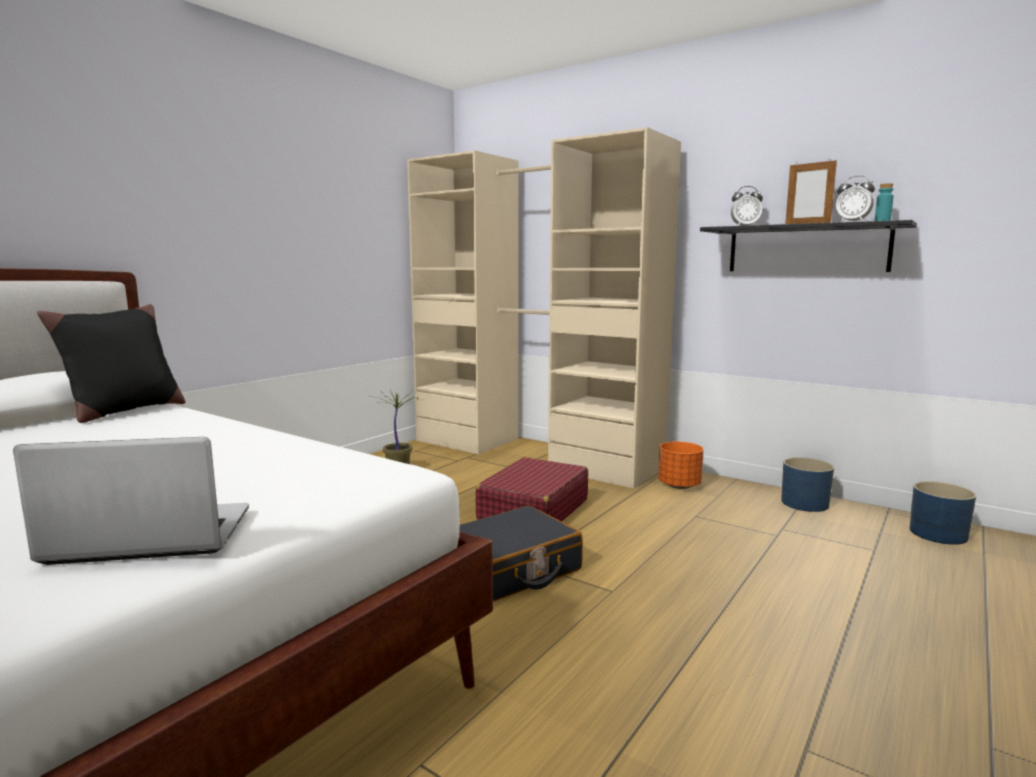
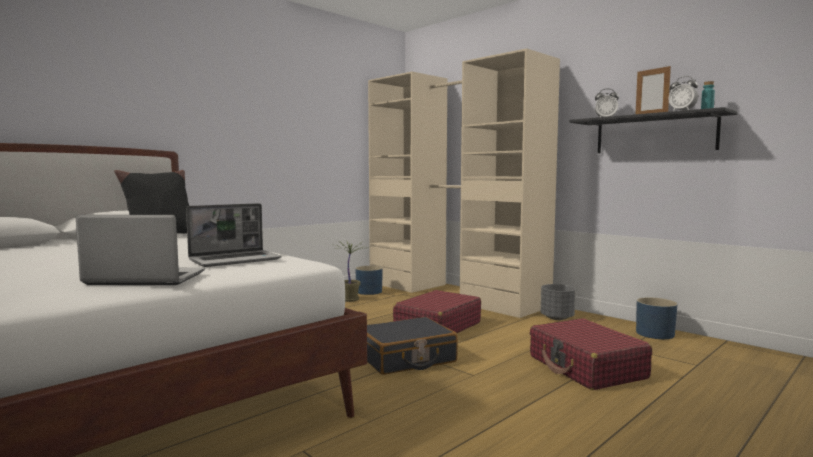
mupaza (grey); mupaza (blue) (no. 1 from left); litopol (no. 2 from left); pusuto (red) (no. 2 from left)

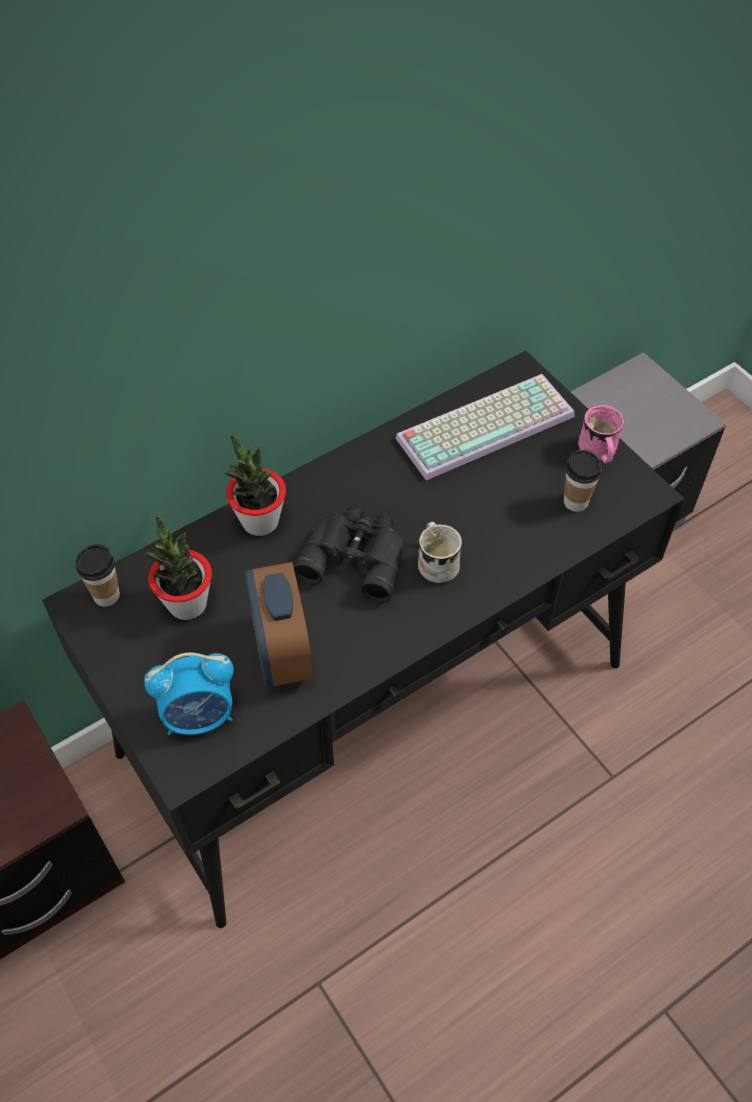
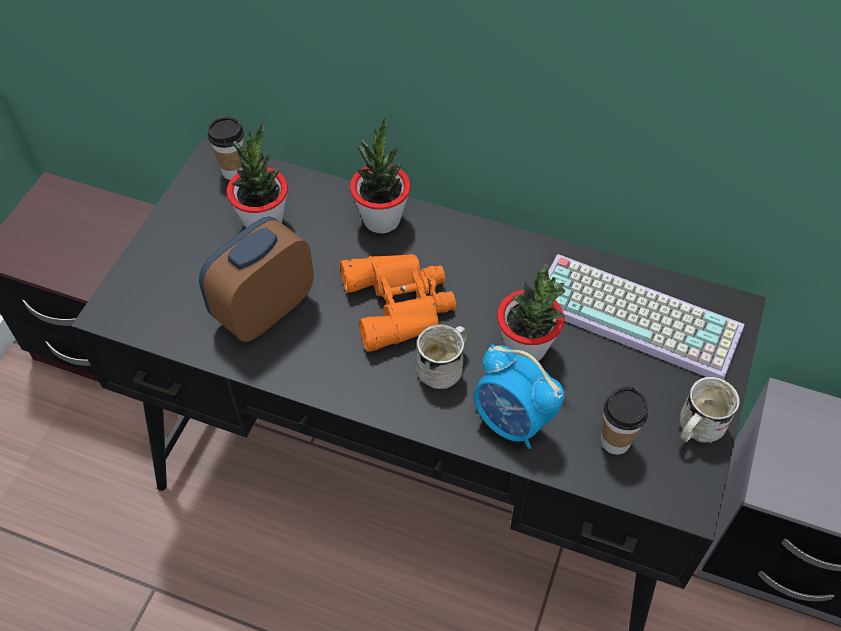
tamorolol (no. 2 from left); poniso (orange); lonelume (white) (no. 2 from left); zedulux (no. 3 from left)

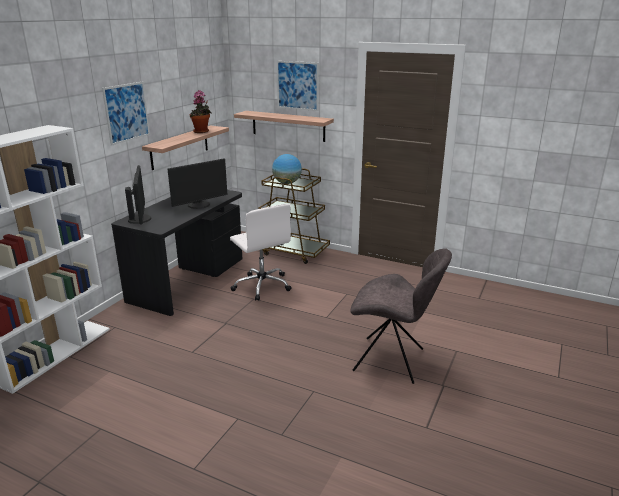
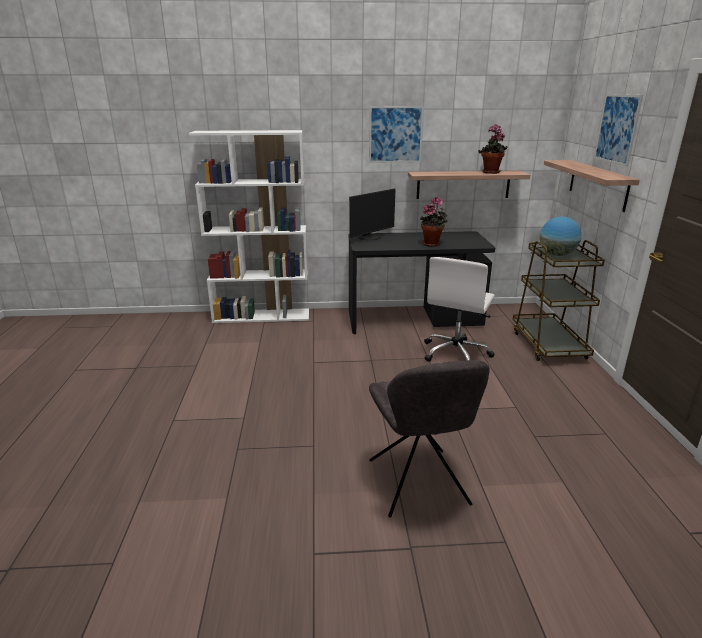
zedulux (no. 1 from left)

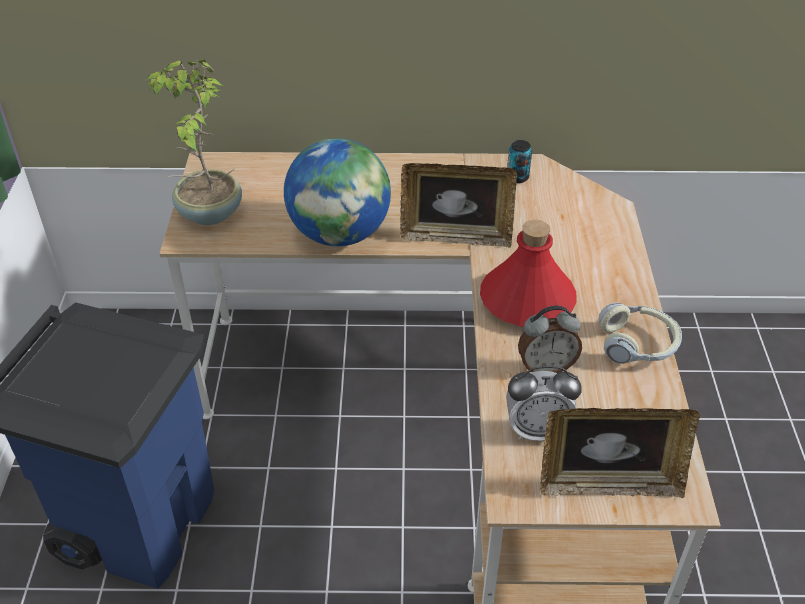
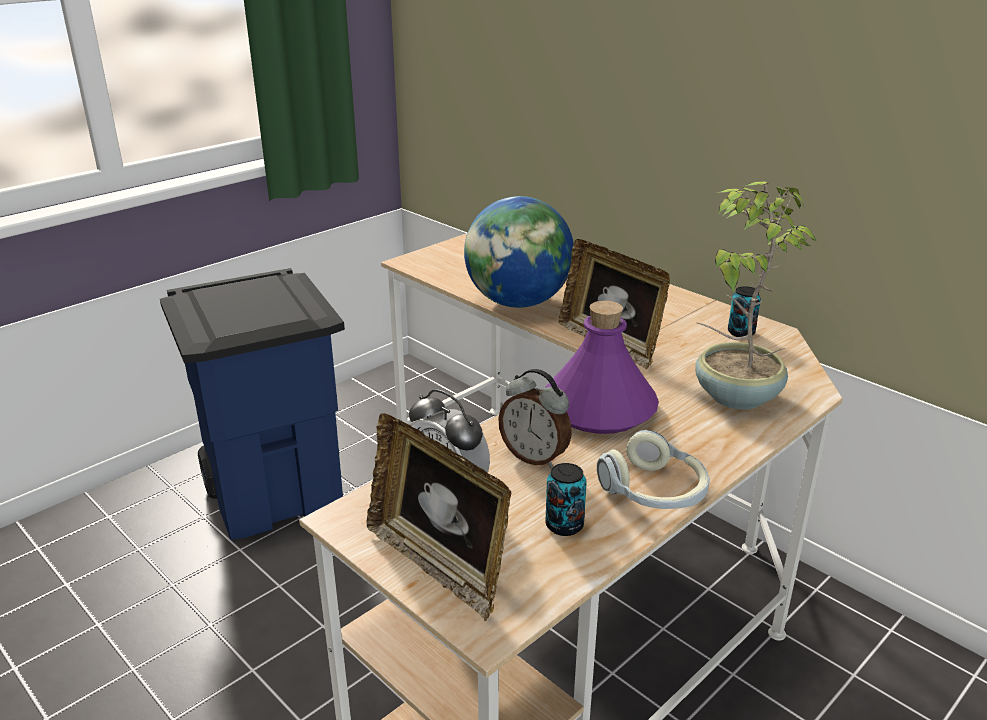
zedulux; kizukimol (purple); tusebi (no. 1 from left)

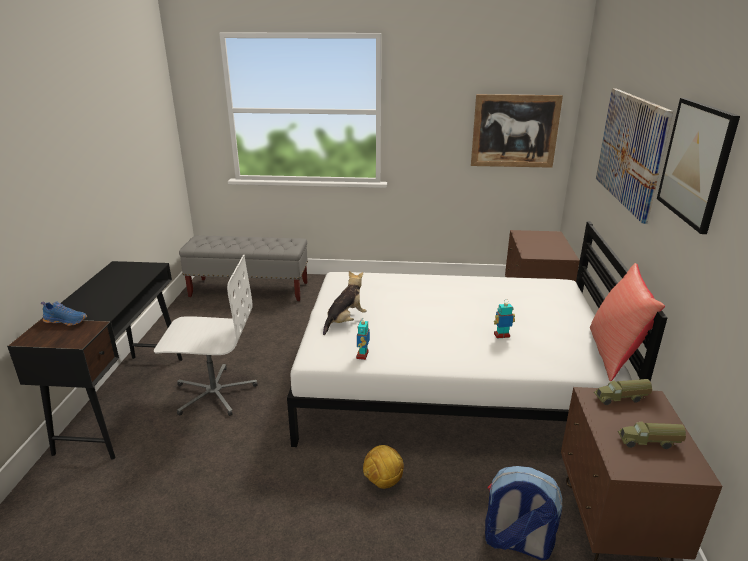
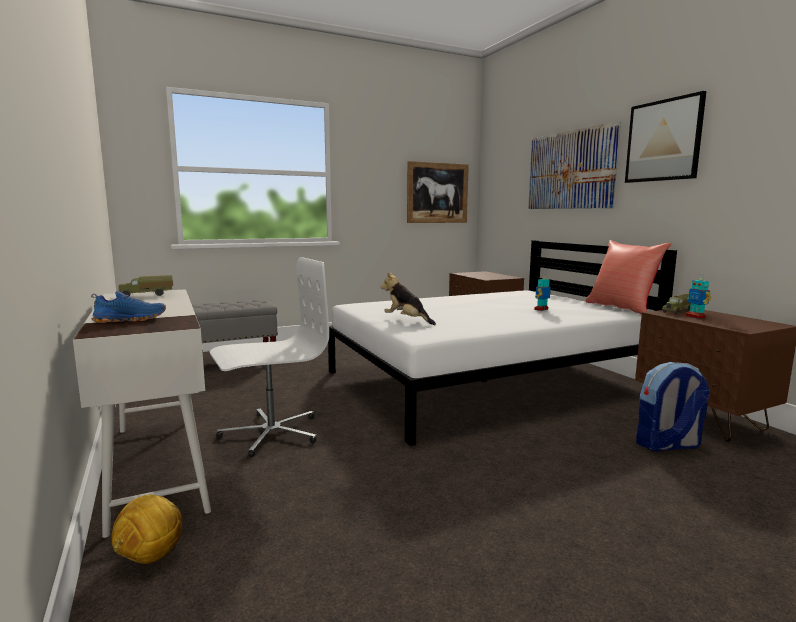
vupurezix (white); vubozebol; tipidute (no. 2 from left); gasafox; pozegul (no. 1 from left)

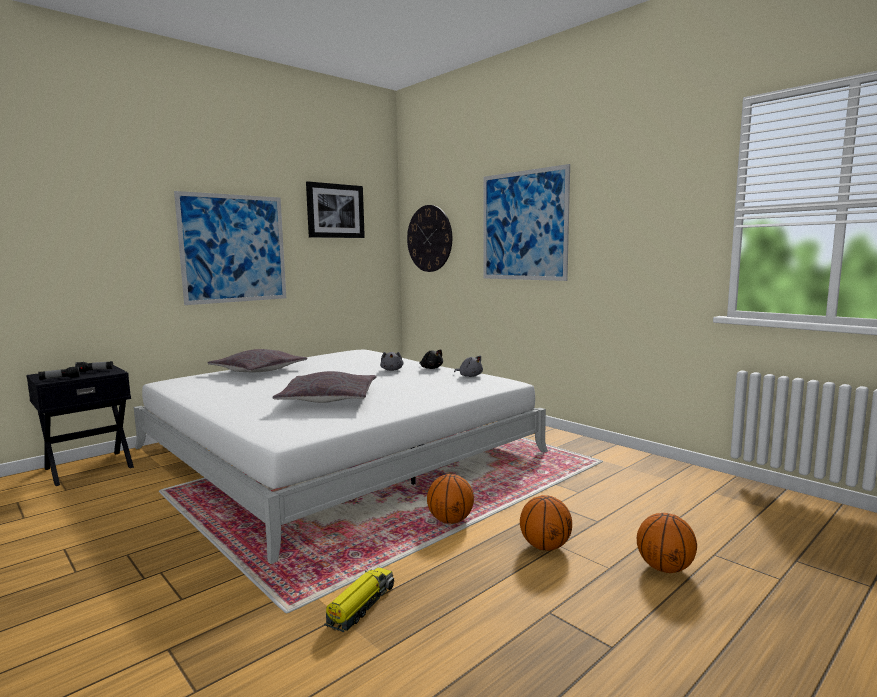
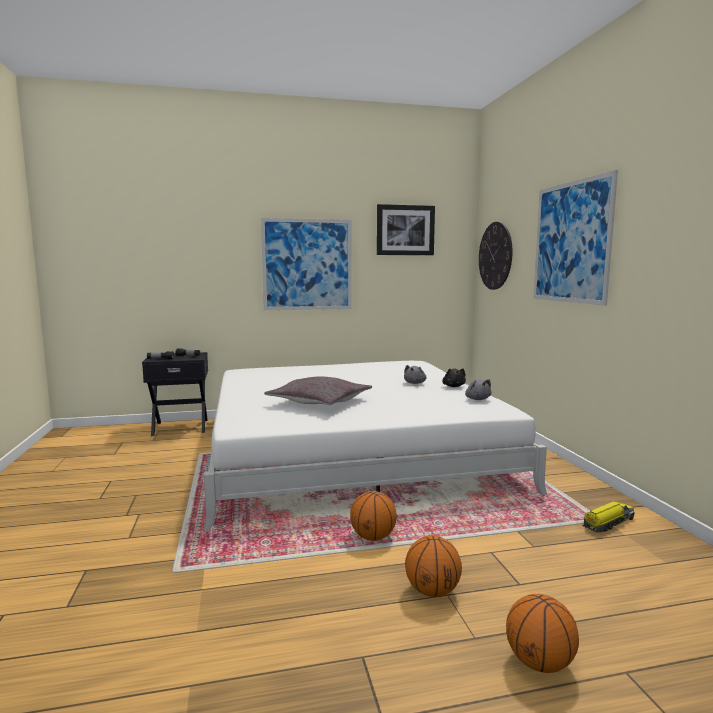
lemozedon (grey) (no. 1 from left in the first image); pozegul

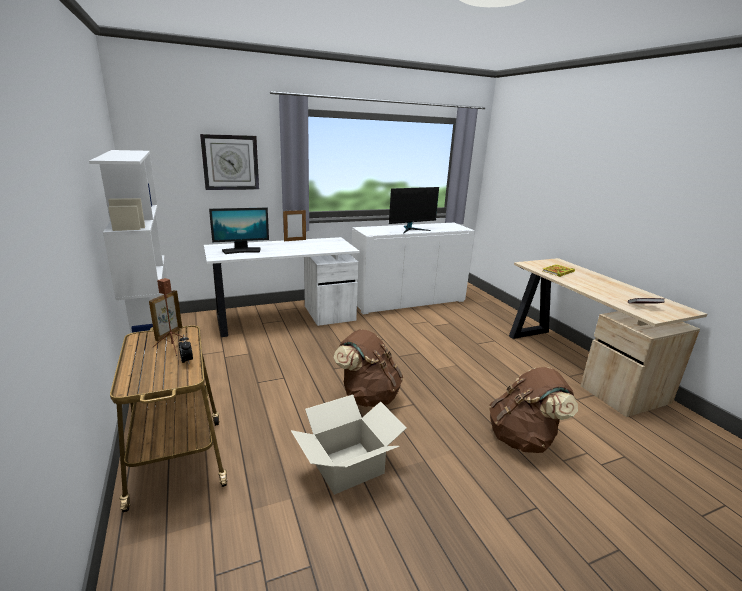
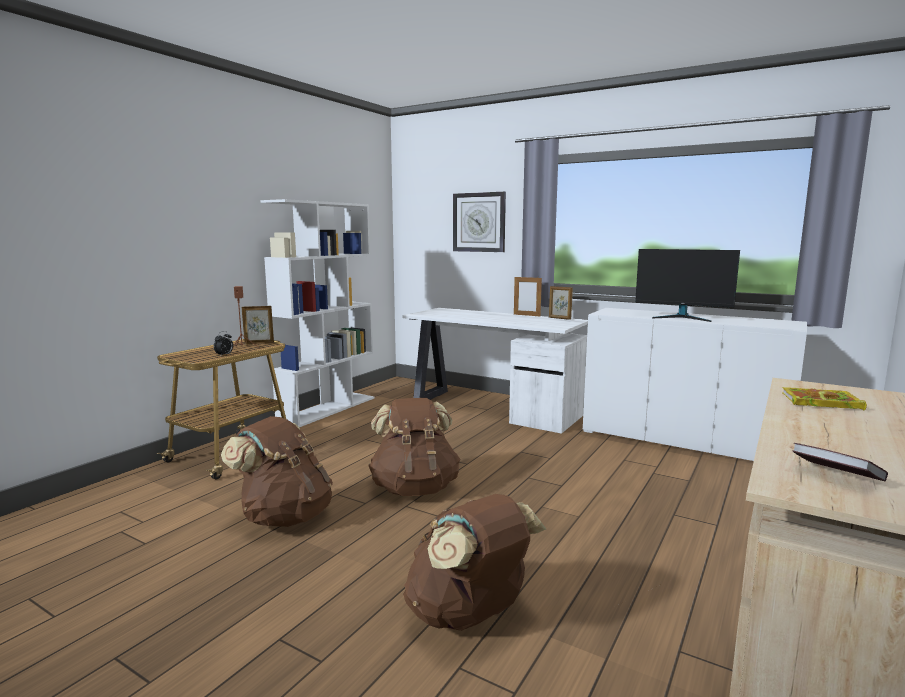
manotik (no. 1 from left in the first image); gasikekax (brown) (no. 1 from left); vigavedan (no. 3 from left)

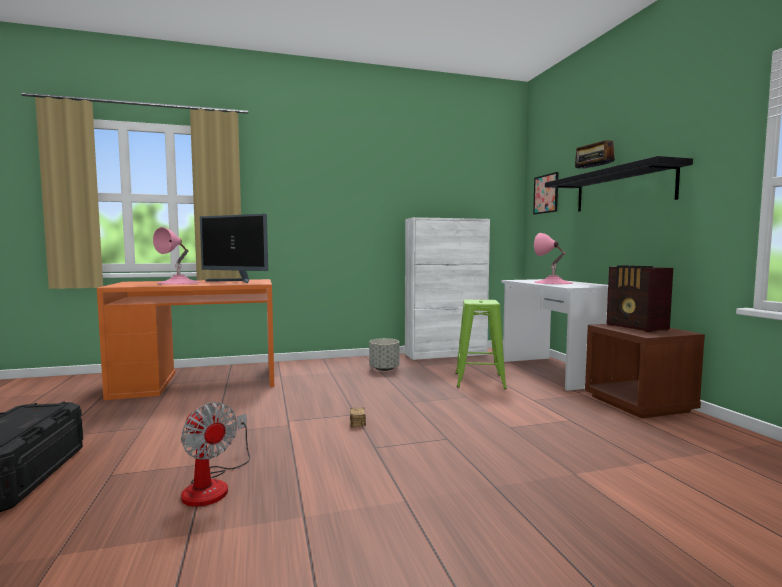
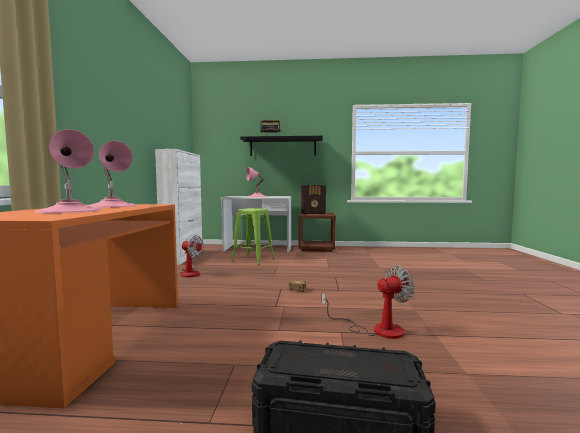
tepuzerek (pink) (no. 2 from left); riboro (no. 1 from left); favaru

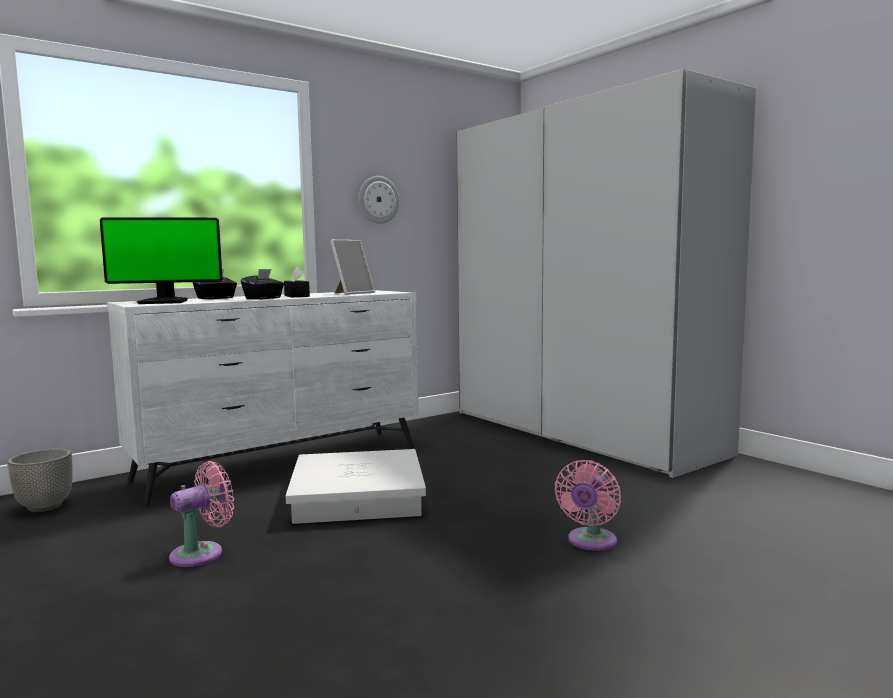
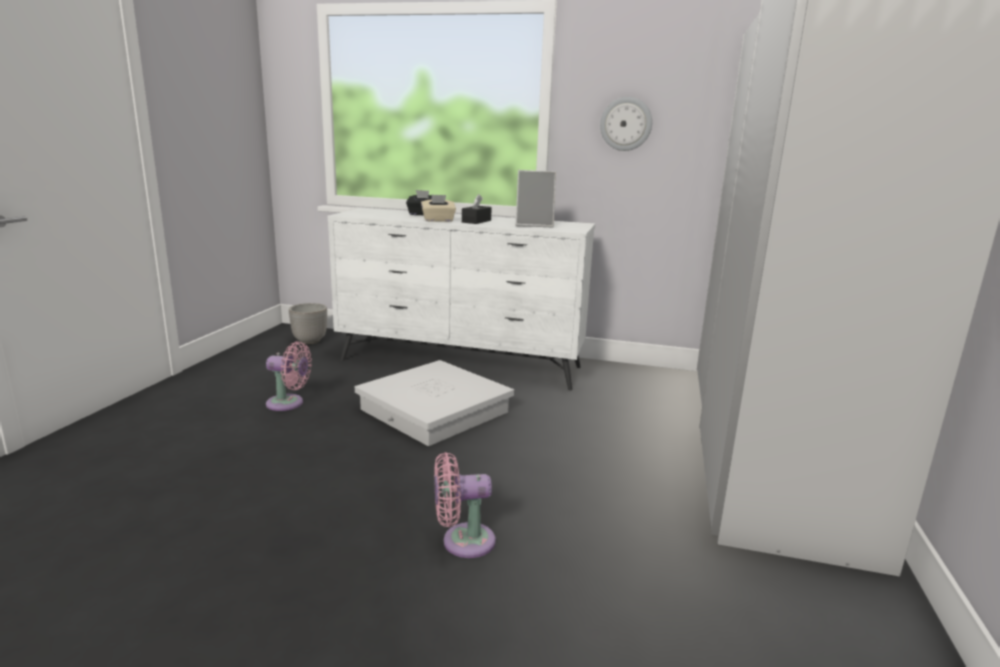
manotik; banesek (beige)

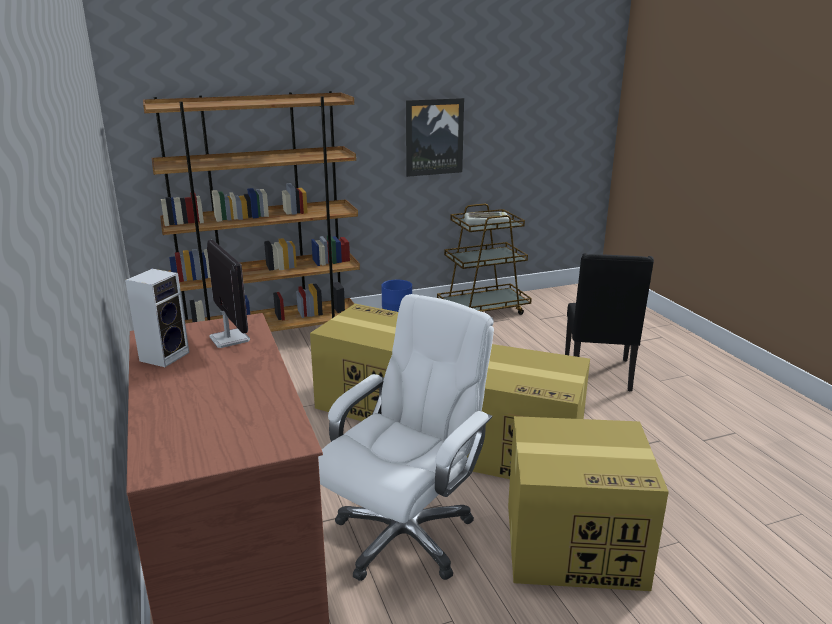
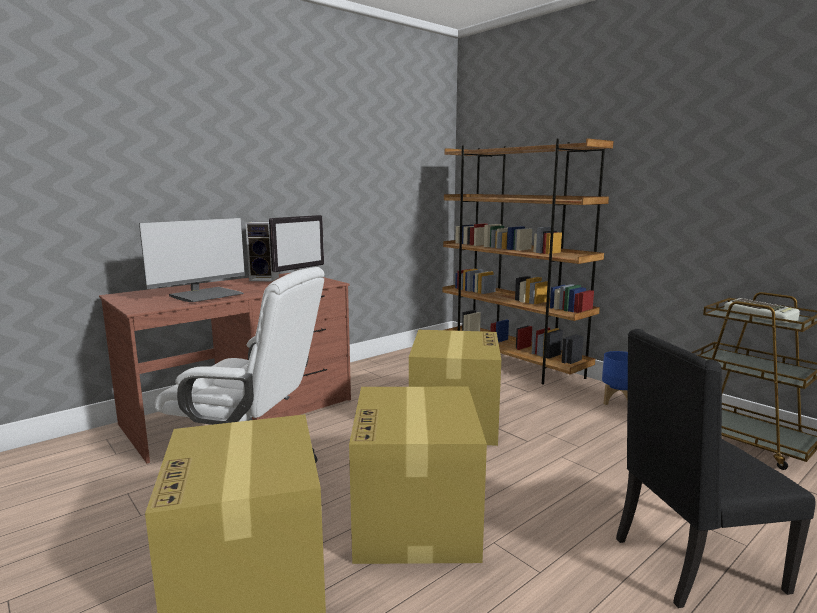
favaru; manotik (no. 1 from left)

